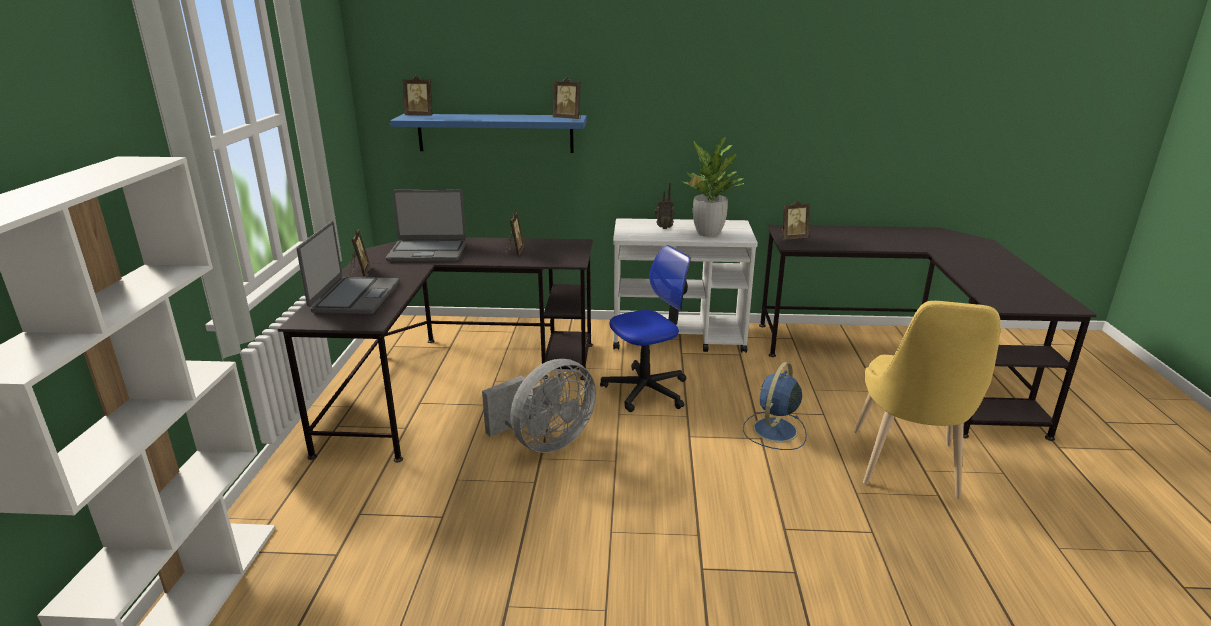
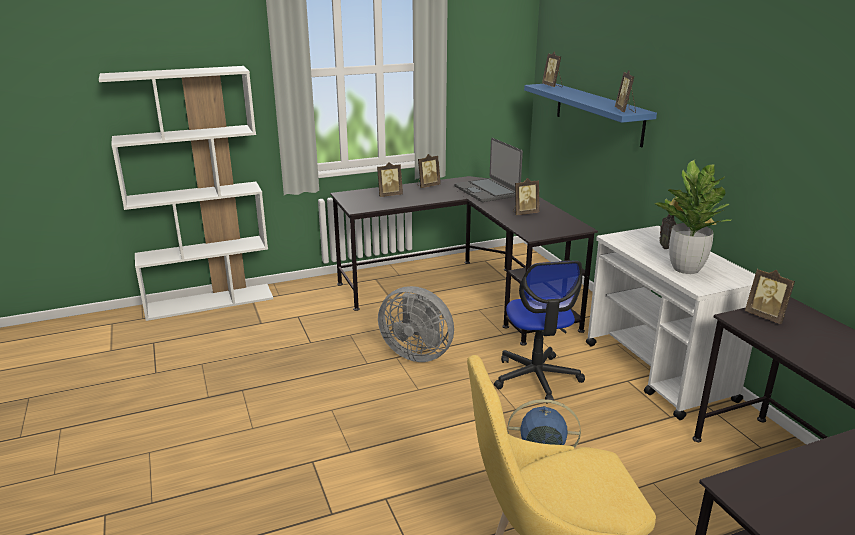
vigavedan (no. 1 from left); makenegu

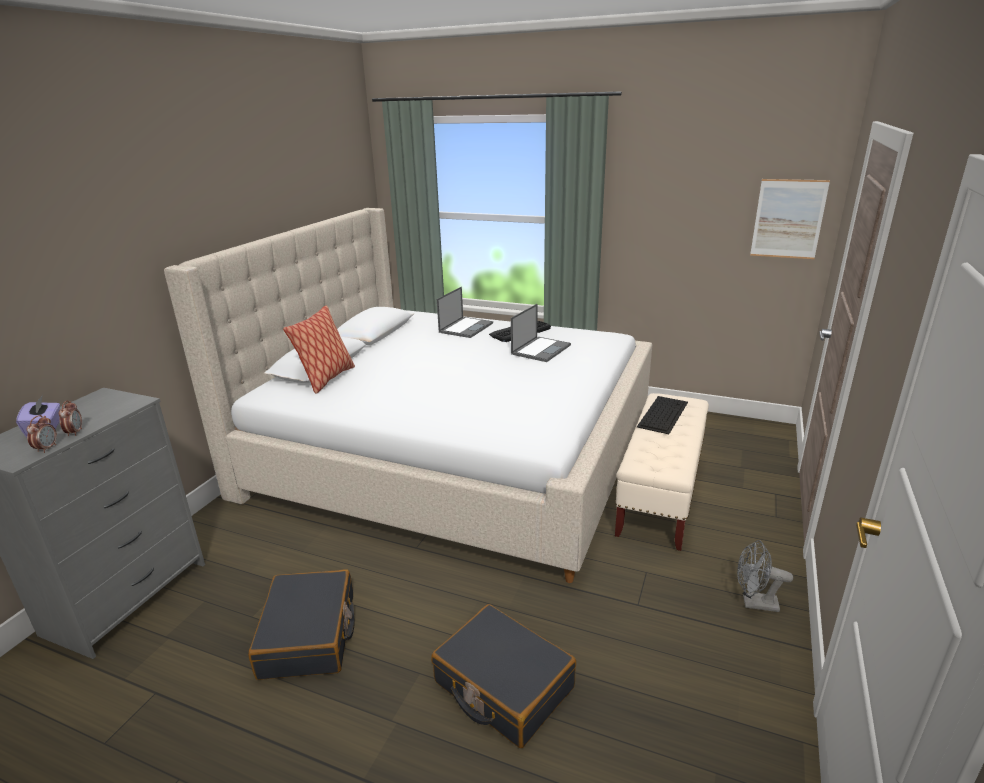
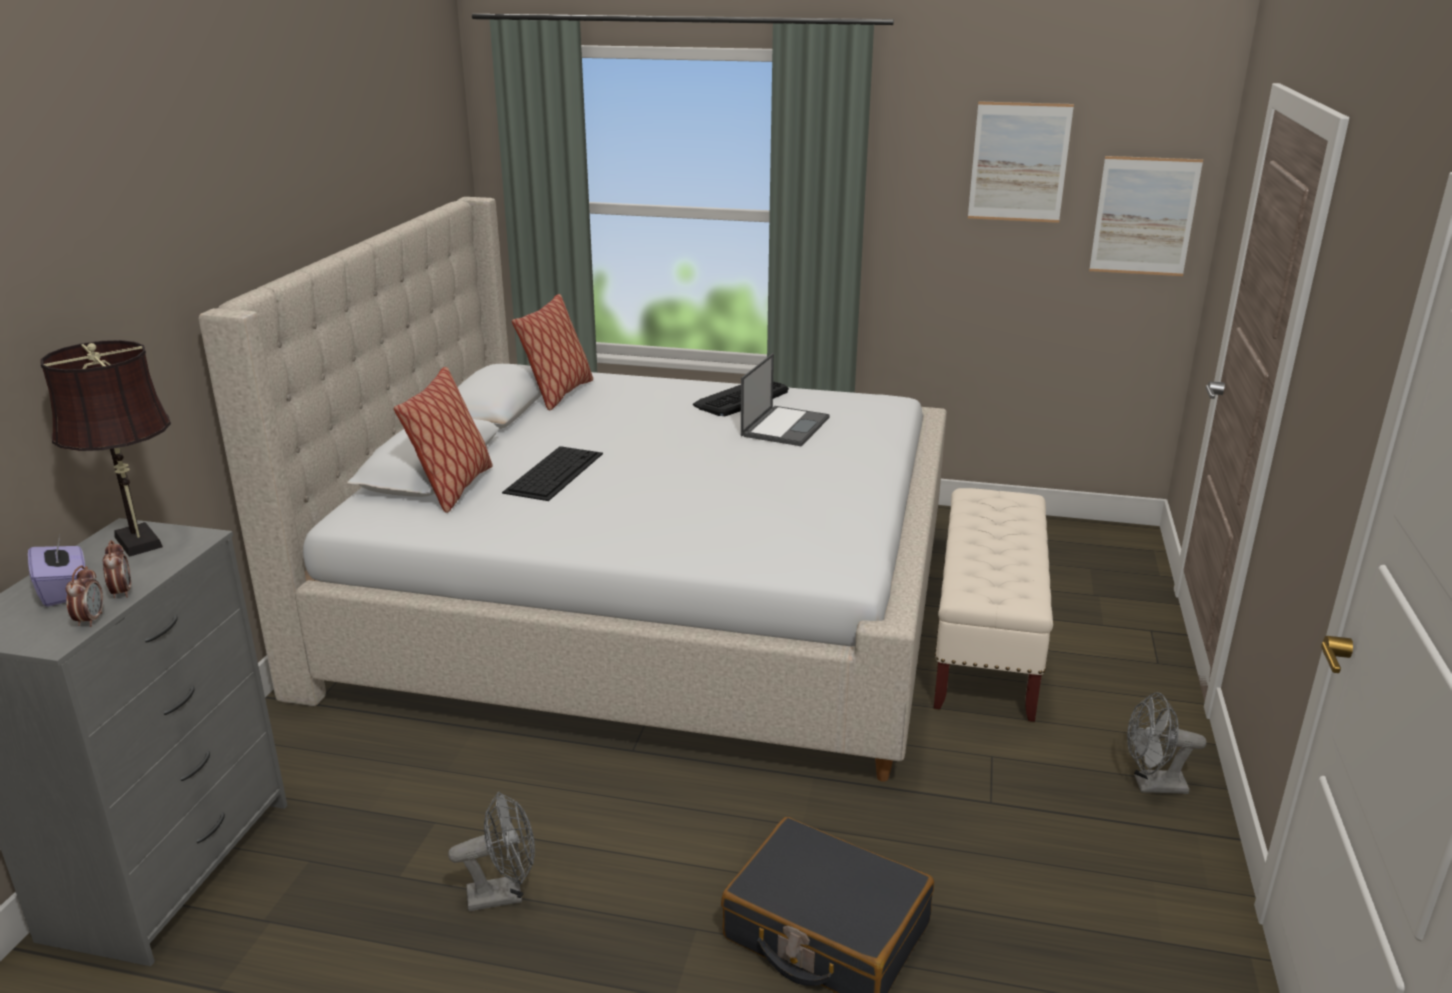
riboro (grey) (no. 1 from left); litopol (no. 1 from left in the first image); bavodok (no. 1 from left); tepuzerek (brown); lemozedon (no. 2 from left); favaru (no. 1 from left)

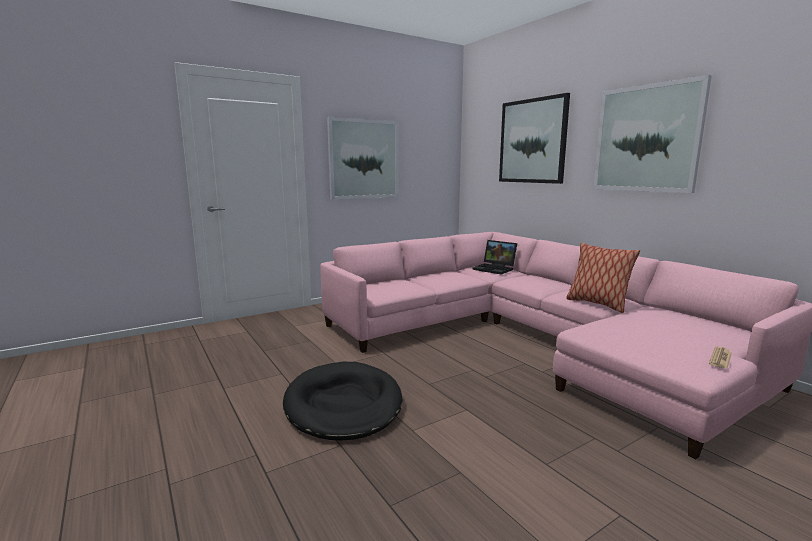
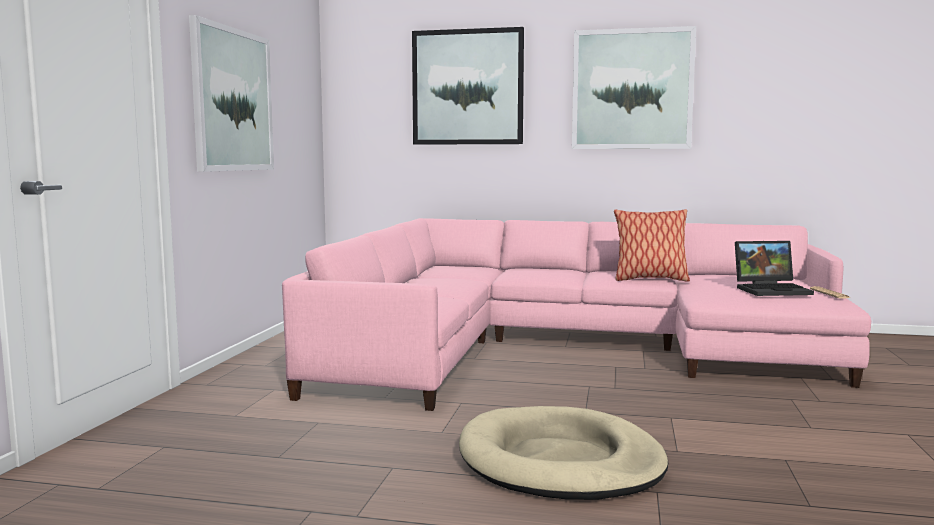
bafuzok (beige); litopol

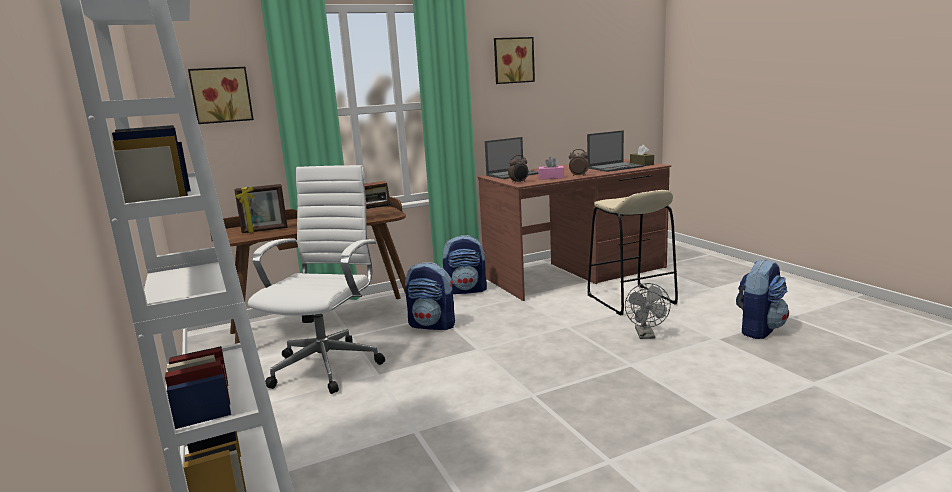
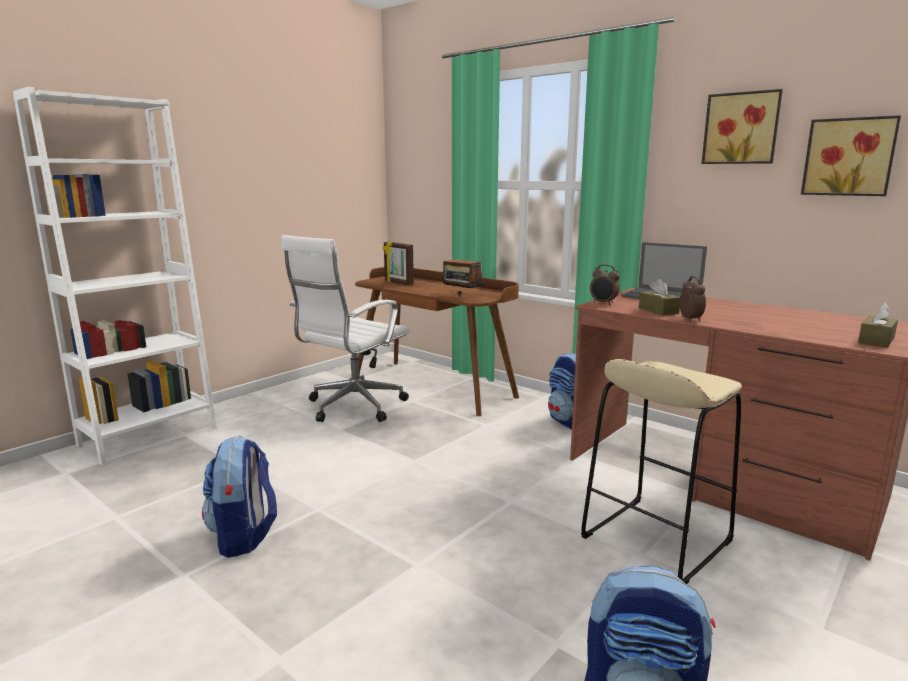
favaru (no. 2 from left); makenegu (white); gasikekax (no. 1 from left); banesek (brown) (no. 1 from left); litopol (no. 2 from left in the first image); riboro (grey)

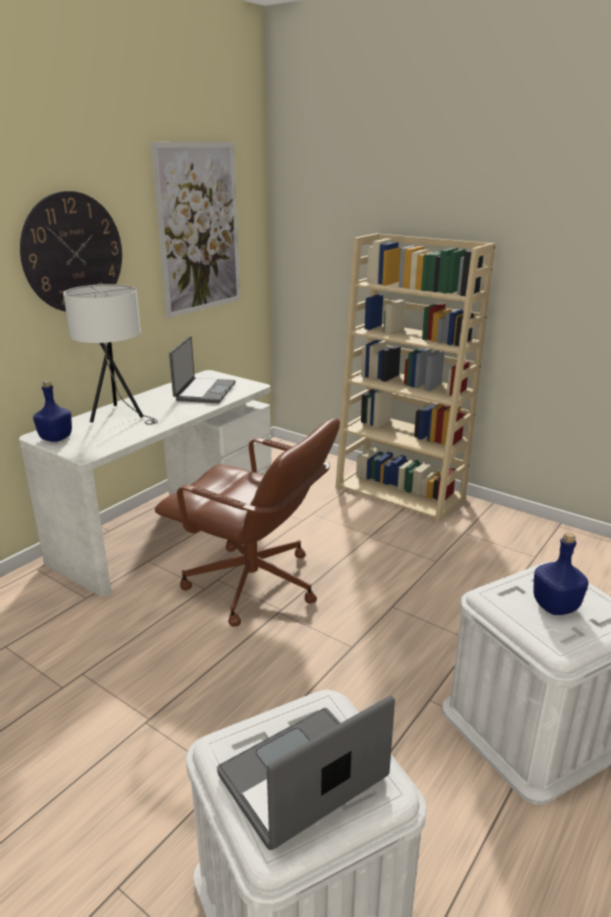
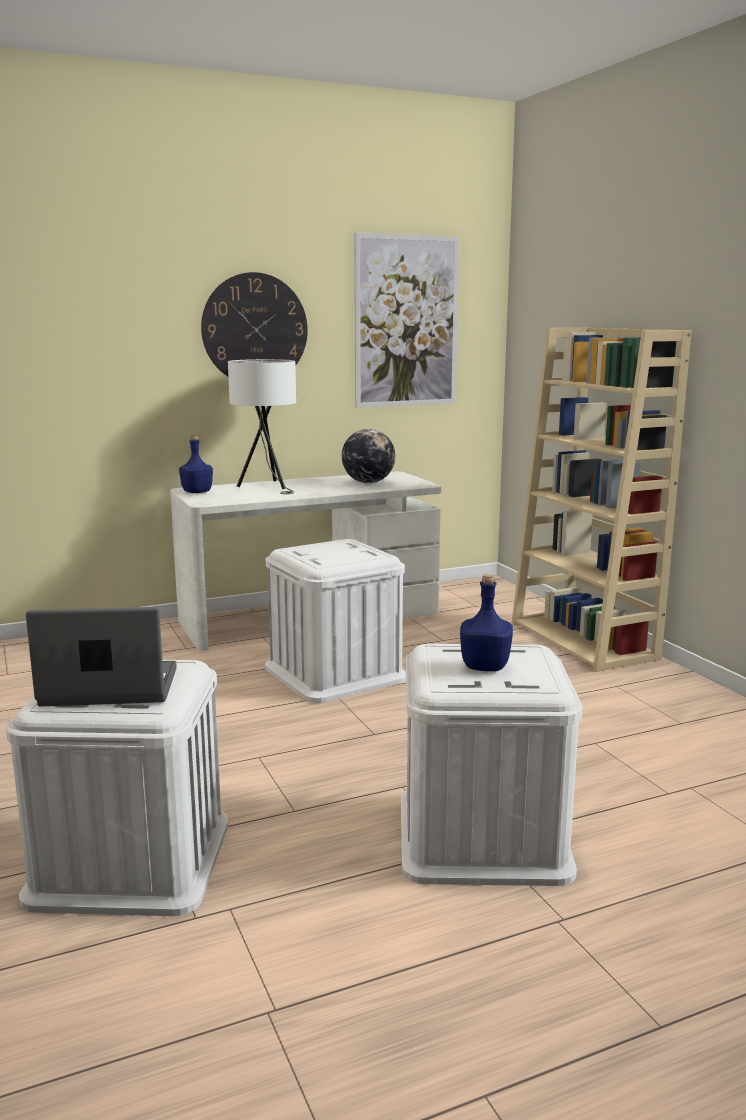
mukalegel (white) (no. 2 from left); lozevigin

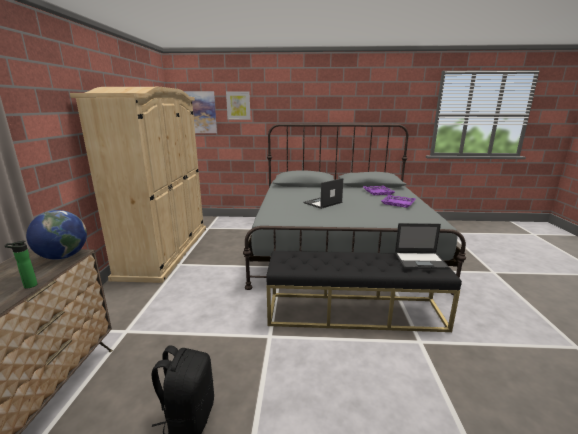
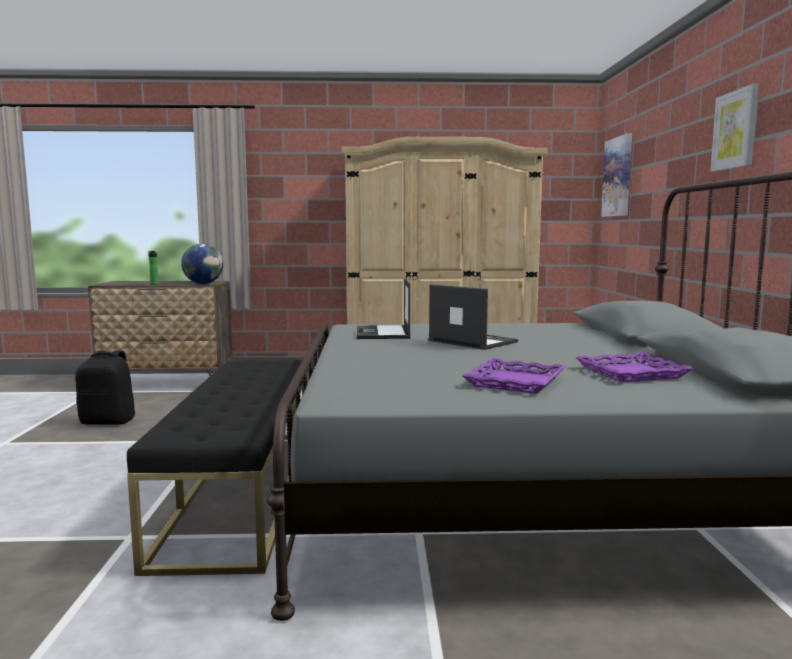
favaru (no. 2 from left); litopol (no. 1 from left)

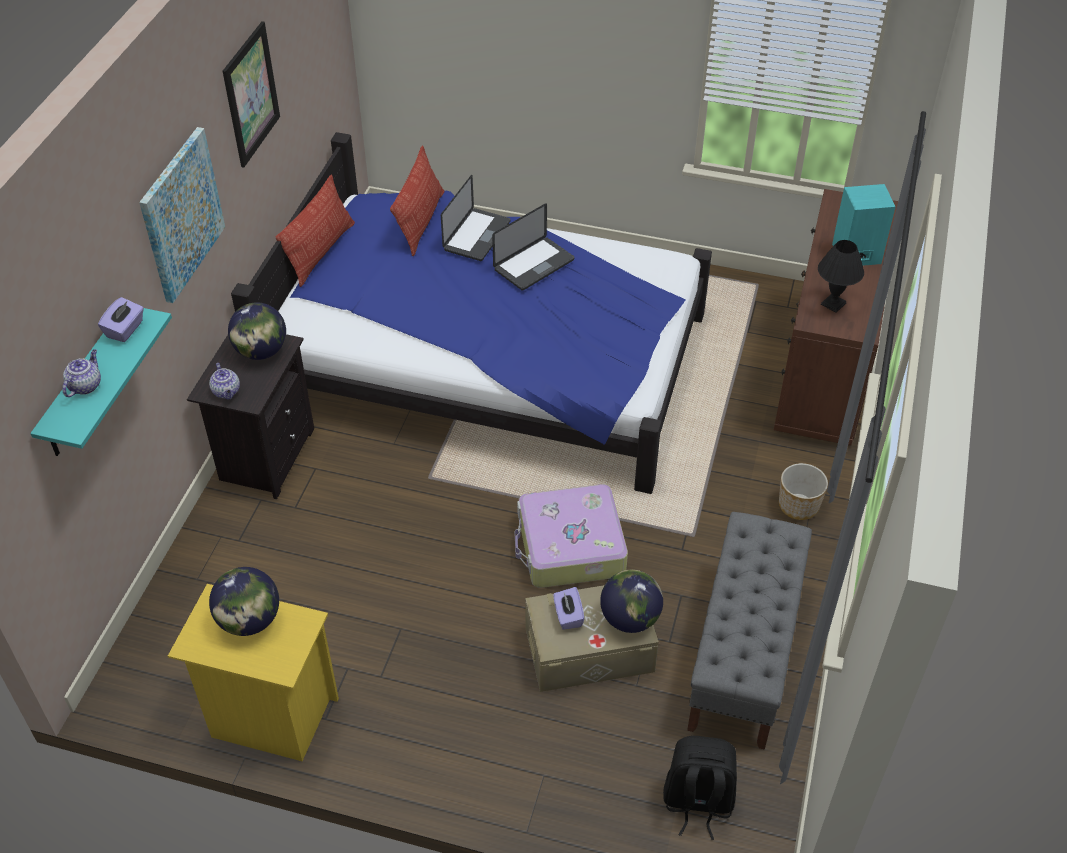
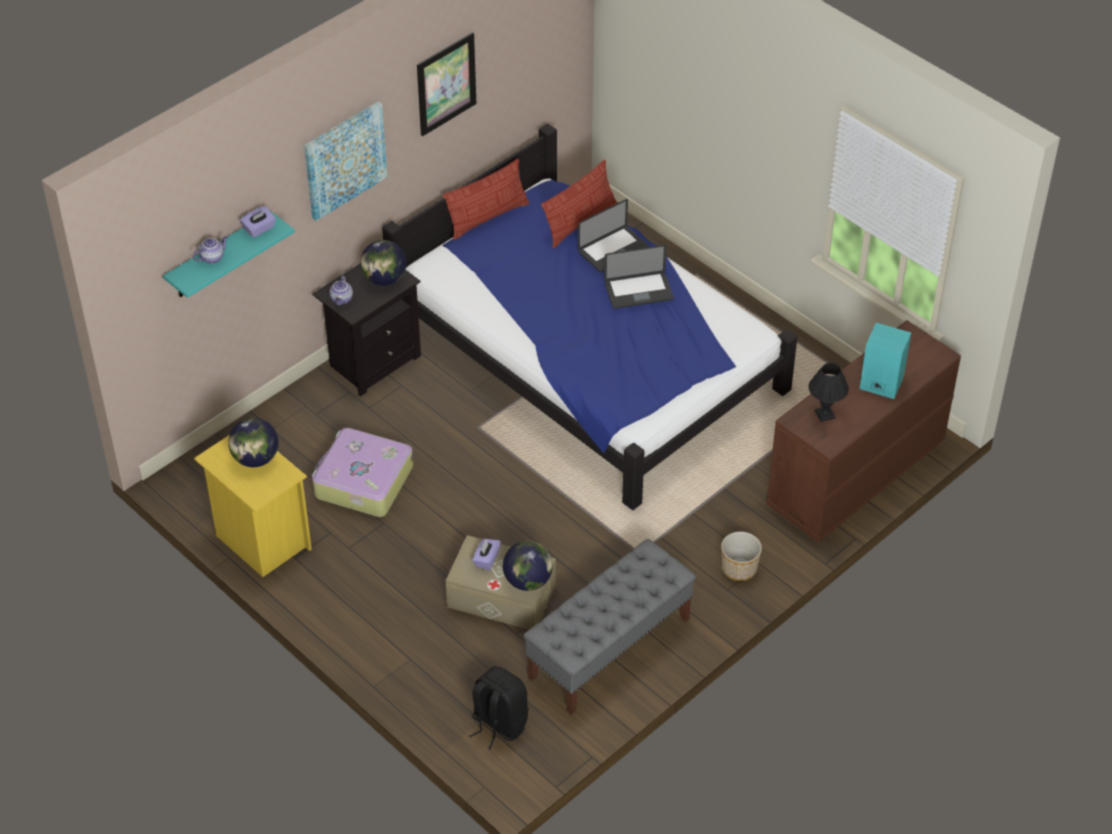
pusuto

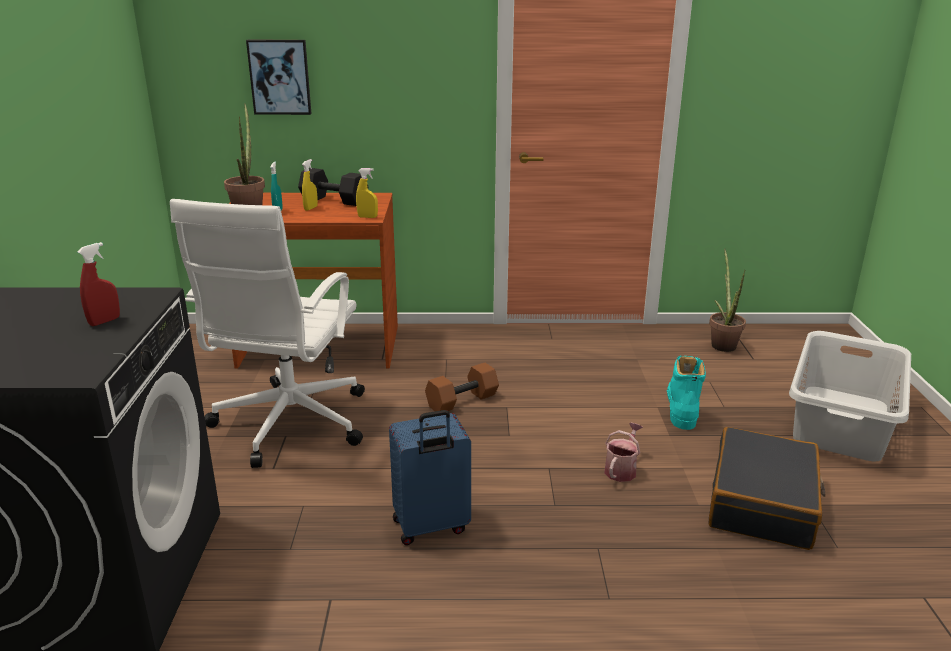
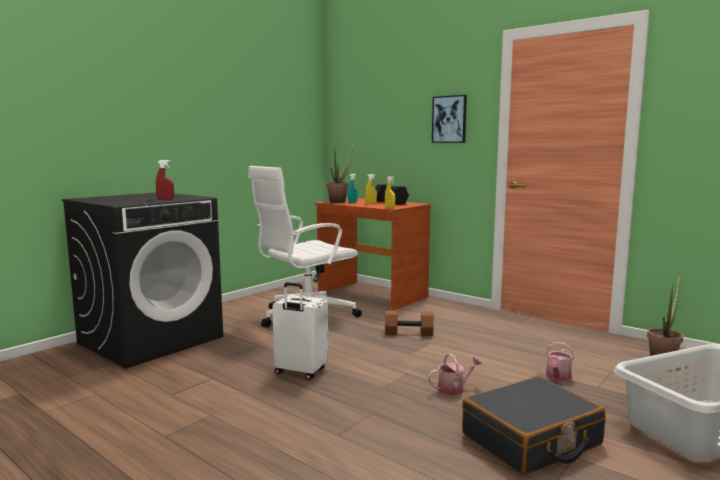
favaru; pusuto (white); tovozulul (no. 2 from left)

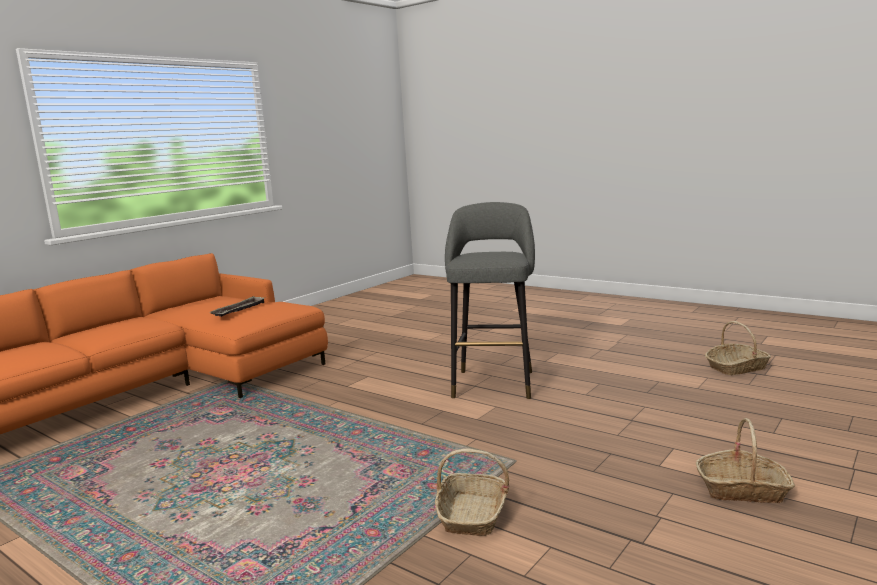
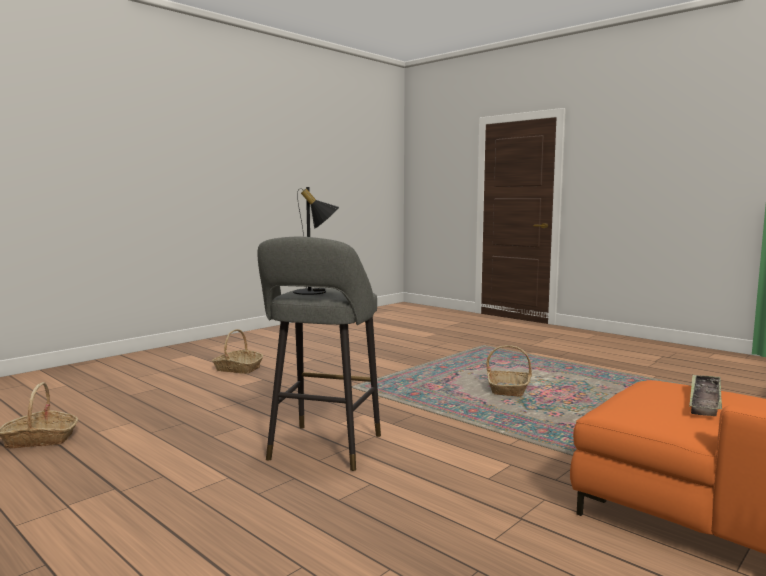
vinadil (no. 3 from left); tepuzerek (black)

